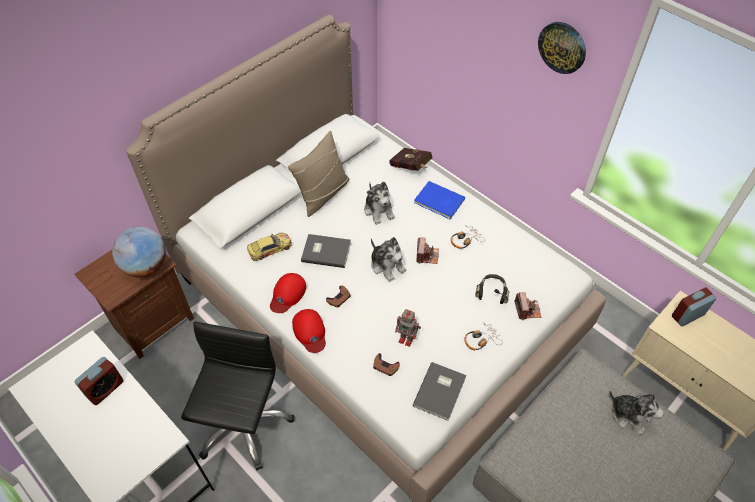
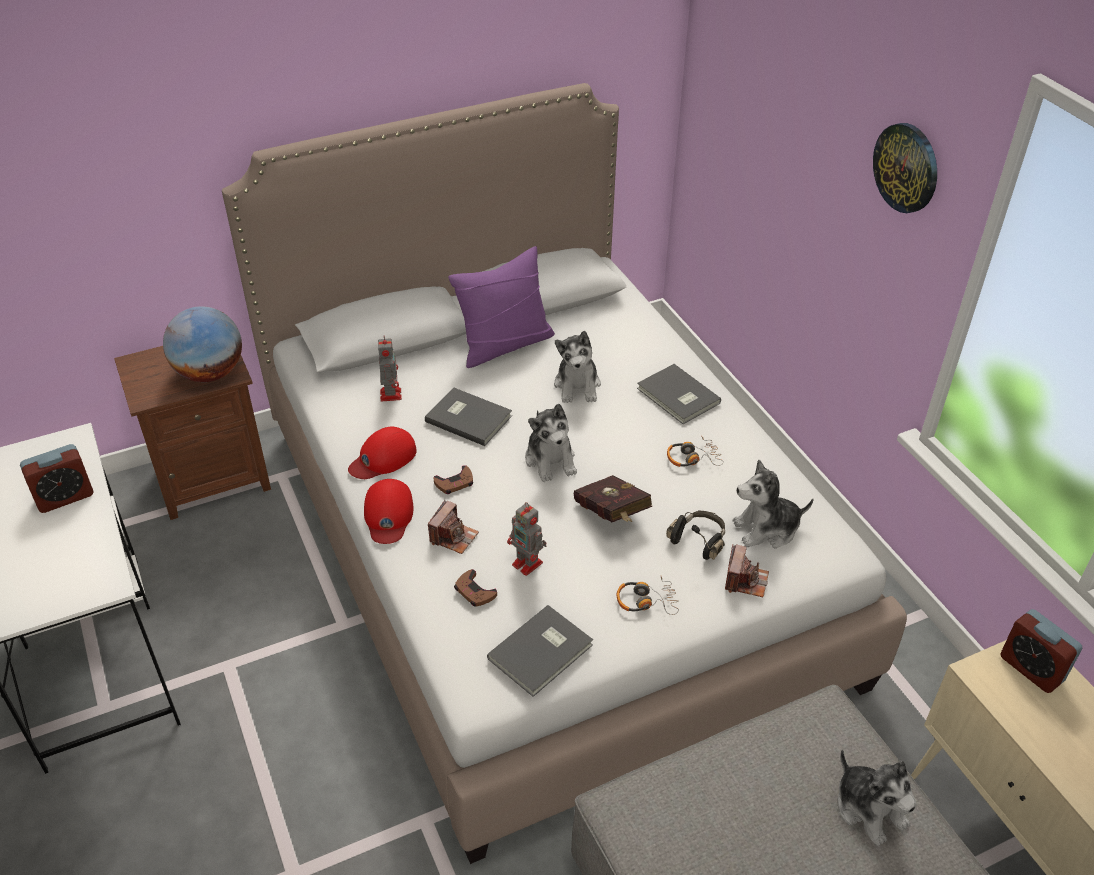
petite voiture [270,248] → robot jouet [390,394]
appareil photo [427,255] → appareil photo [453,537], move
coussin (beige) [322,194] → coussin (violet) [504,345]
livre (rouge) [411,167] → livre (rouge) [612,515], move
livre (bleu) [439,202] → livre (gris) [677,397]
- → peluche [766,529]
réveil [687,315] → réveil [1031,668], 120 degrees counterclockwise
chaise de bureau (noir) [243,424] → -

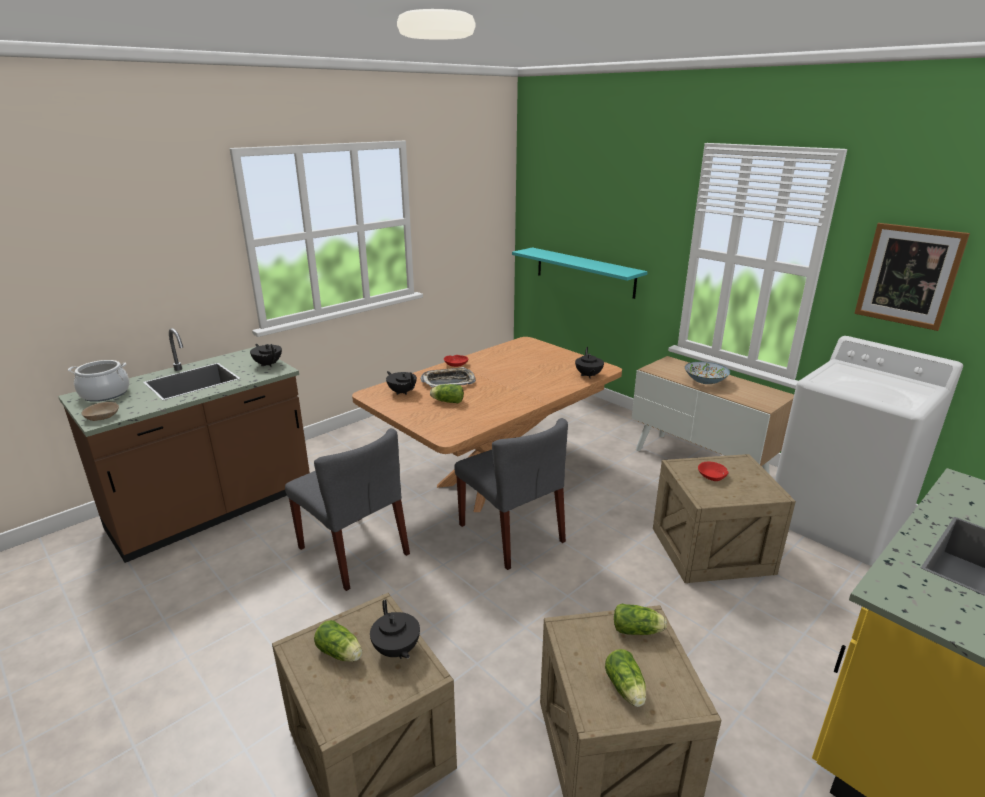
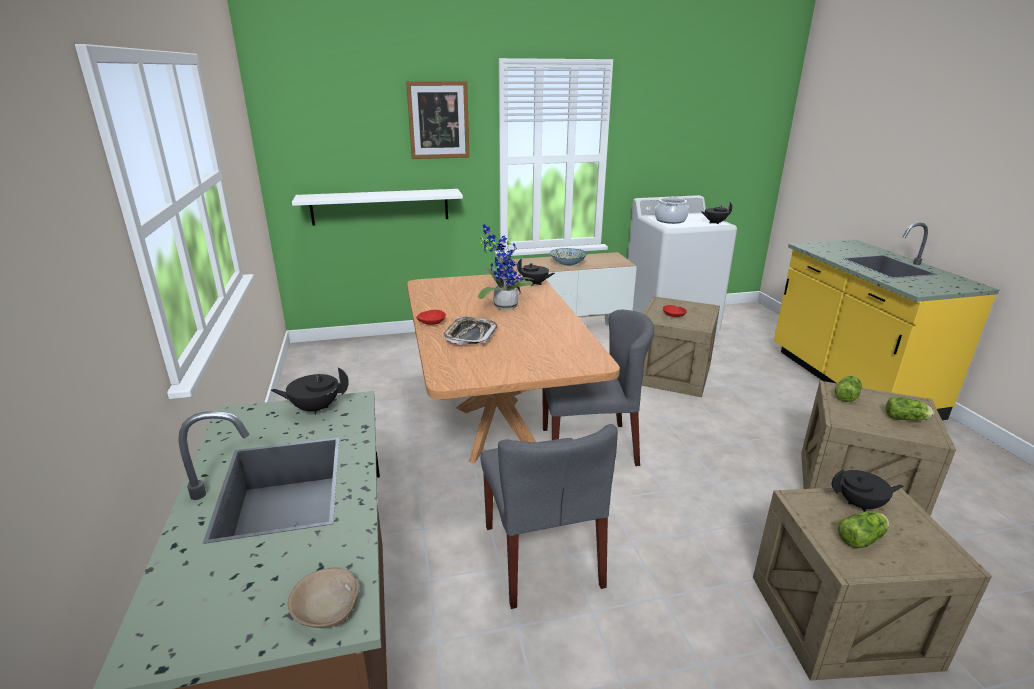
étagère (turquoise) [584,272] → étagère (blanc) [380,207]
tableau [908,276] → tableau [438,120], move
- → plante en pot [502,306]
chaise (gris) [354,551] → chaise (gris) [542,556], 90 degrees clockwise
marmite [105,394] → marmite [670,220], move
théière (noir) [402,392] → théière (noir) [714,223], move
laitue [446,401] → -

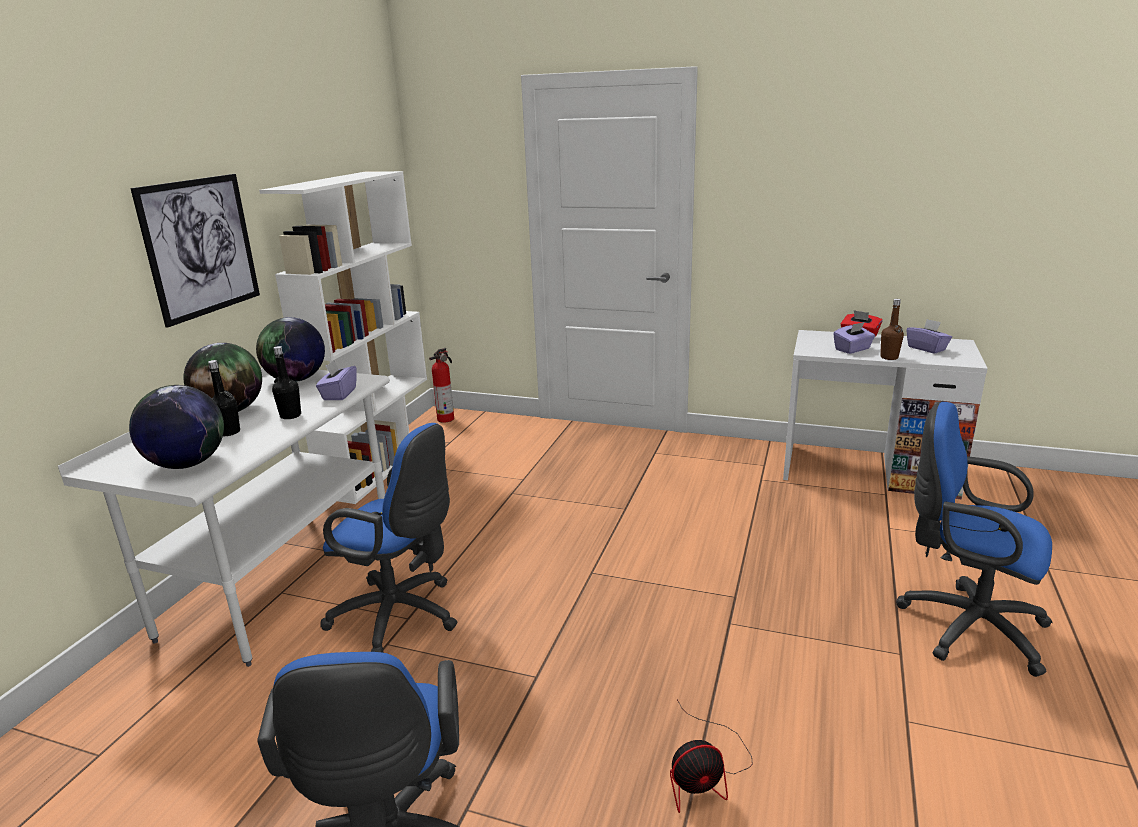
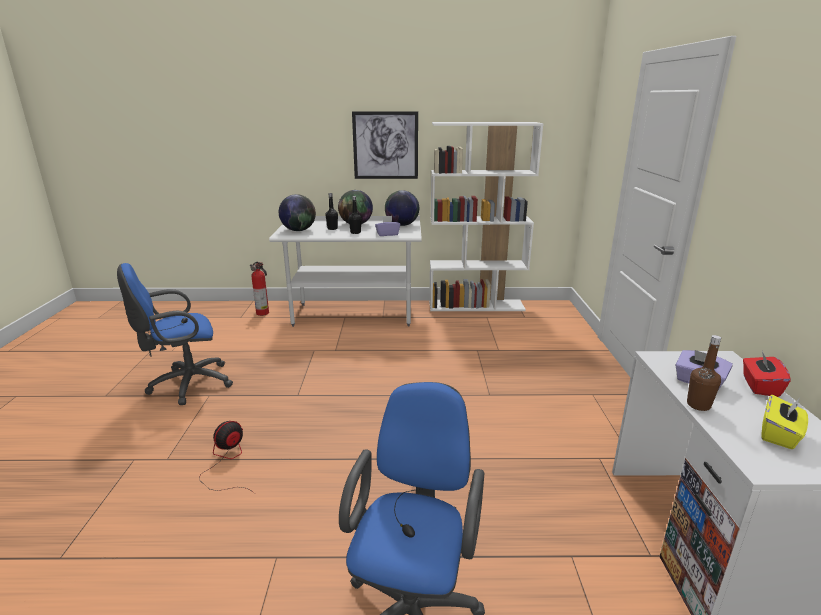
ventilateur [705,773] → ventilateur [227,462], 75 degrees clockwise
extincteur [446,418] → extincteur [263,313], move
boîte à mouchoirs (violet) [926,348] → boîte à mouchoirs (jaune) [779,435]
chaise de bureau (bleu) [401,617] → -

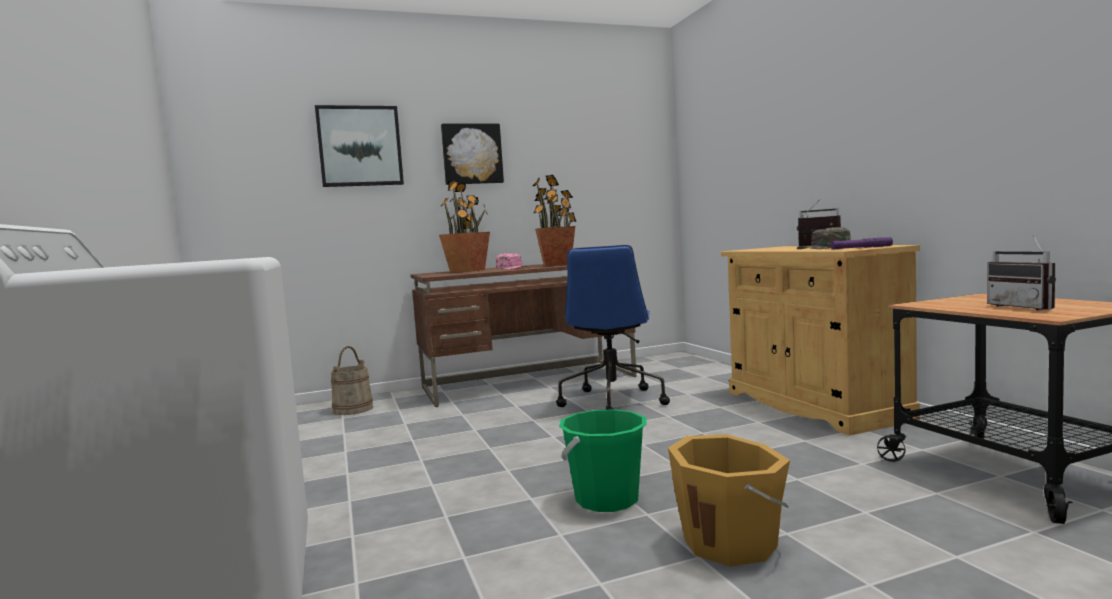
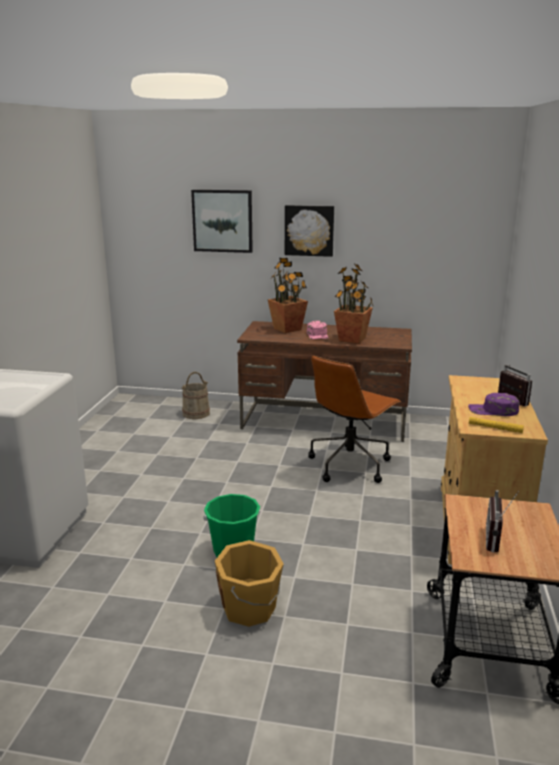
chaise de bureau (bleu) [612,401] → chaise de bureau (marron) [350,464]
casquette (vert) [824,248] → casquette (violet) [493,410]
lampe de poche (violet) [861,248] → lampe de poche (jaune) [495,428]

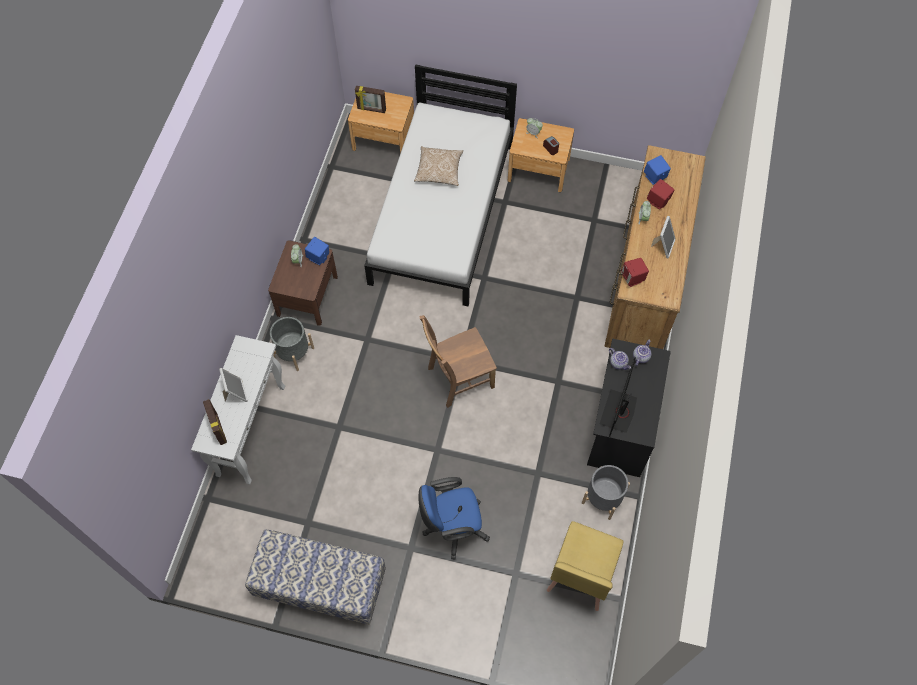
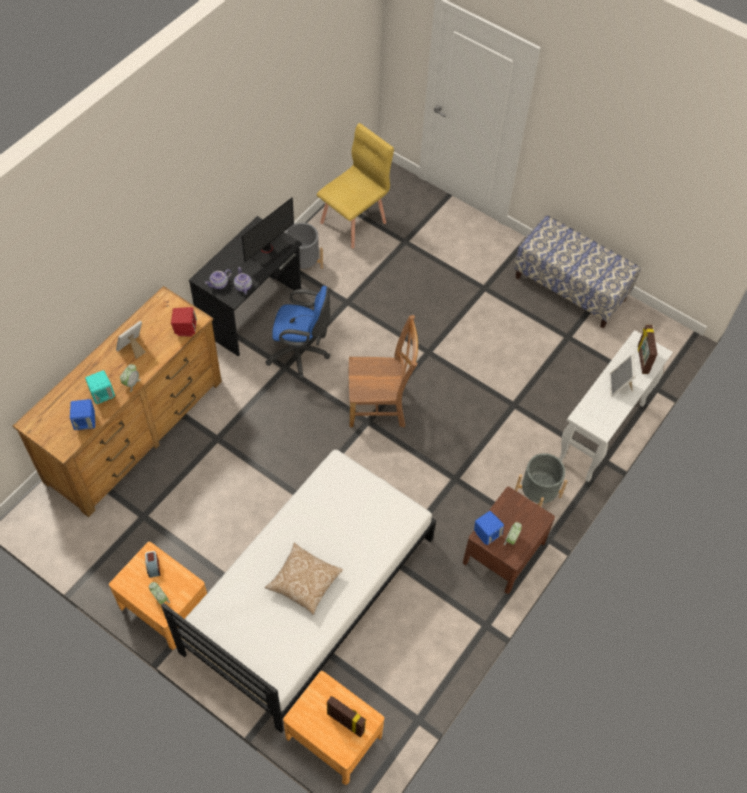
enceinte (rouge) [658,201] → enceinte (turquoise) [102,394]
chaise de bureau (bleu) [452,527] → chaise de bureau (bleu) [301,353], move

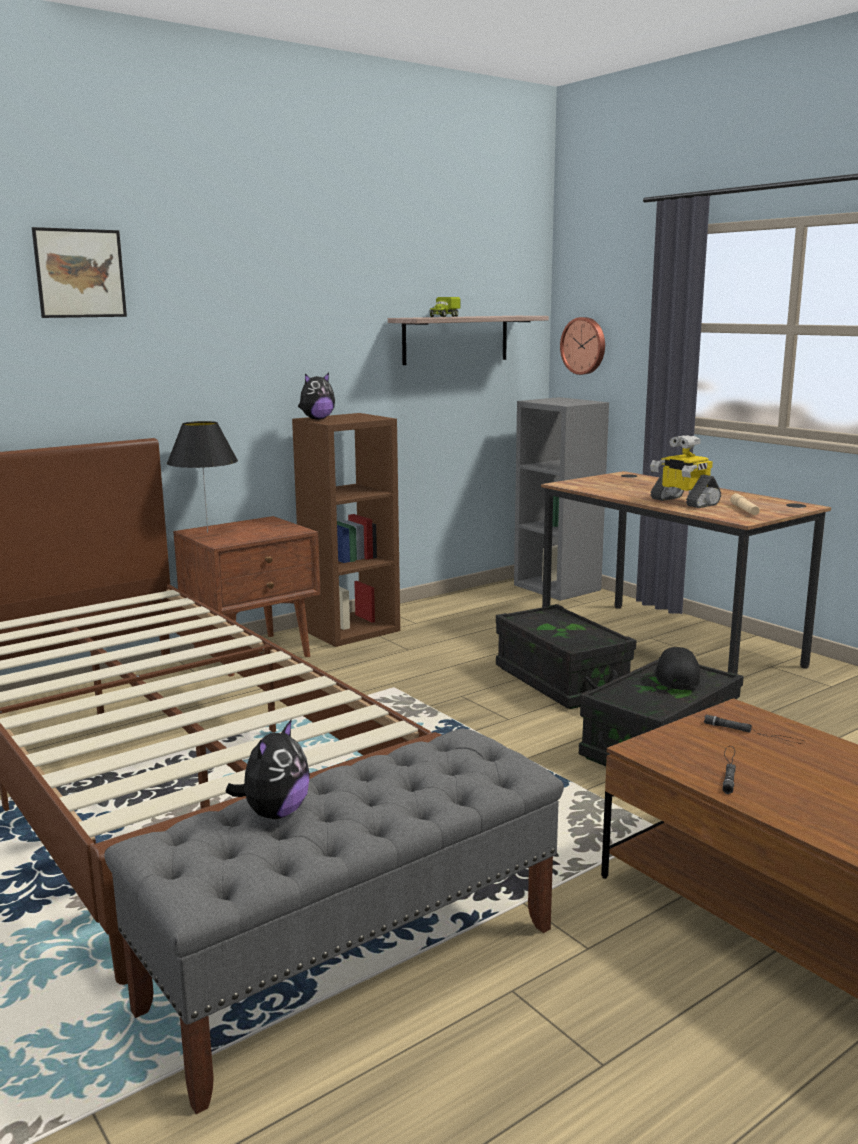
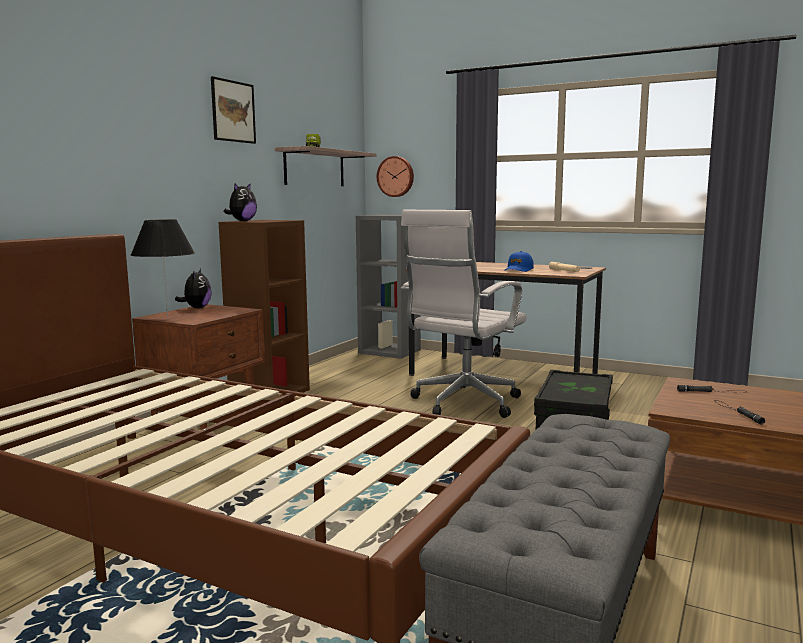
peluche [274,813] → peluche [196,308], move
tableau [80,273] → tableau [233,111], move
boîte de rangement (noir) [561,681] → chaise de bureau (blanc) [462,404]
robot jouet [683,502] → casquette (bleu) [519,270]
casquette (noir) [676,677] → -

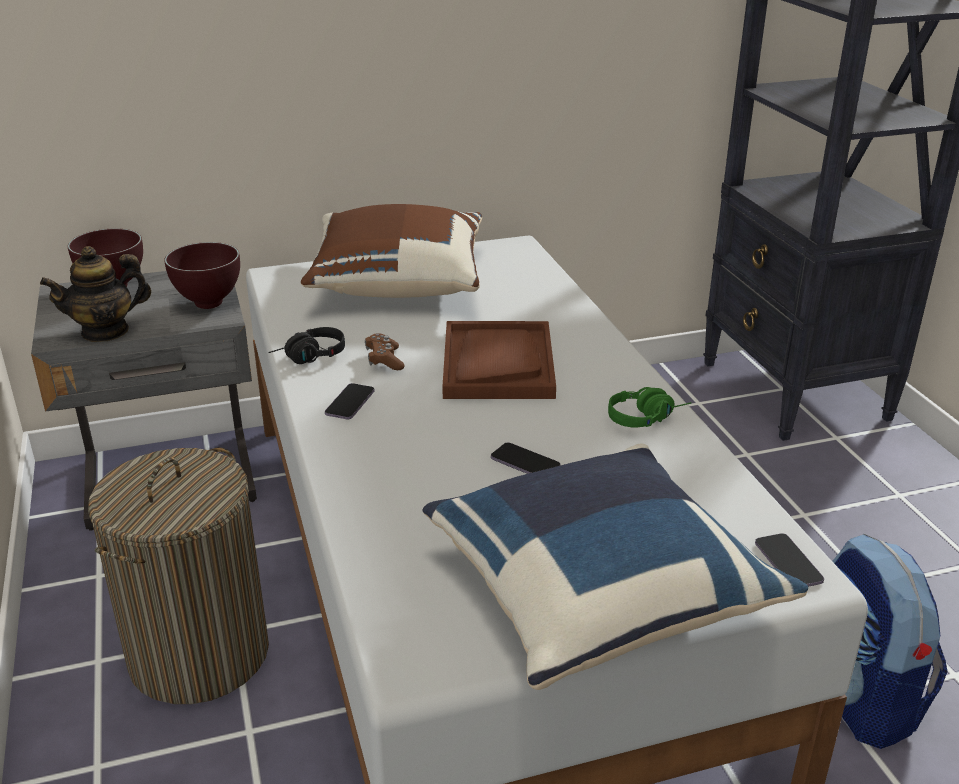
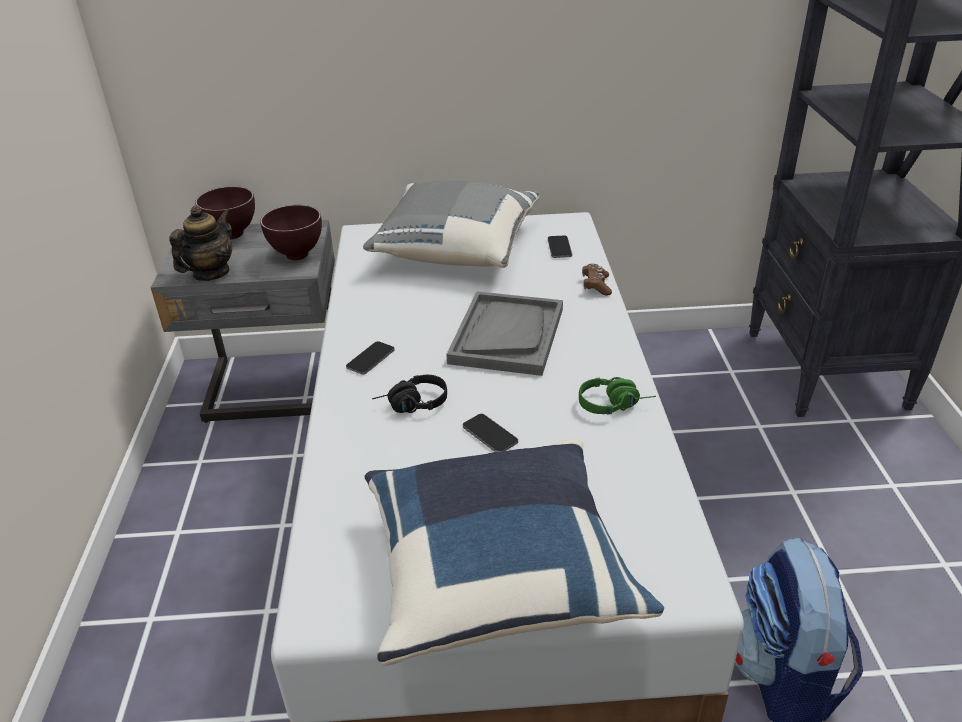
théière [105,331] → théière [211,273], 135 degrees clockwise
coussin (marron) [397,283] → coussin (gris) [455,249]
casque audio (noir) [309,357] → casque audio (noir) [411,405], move
plateau (marron) [497,363] → plateau (gris) [507,335]
téléphone [788,563] → téléphone [559,248], move
manette (marron) [384,360] → manette (marron) [596,286], move
panier à linge [199,653] → -

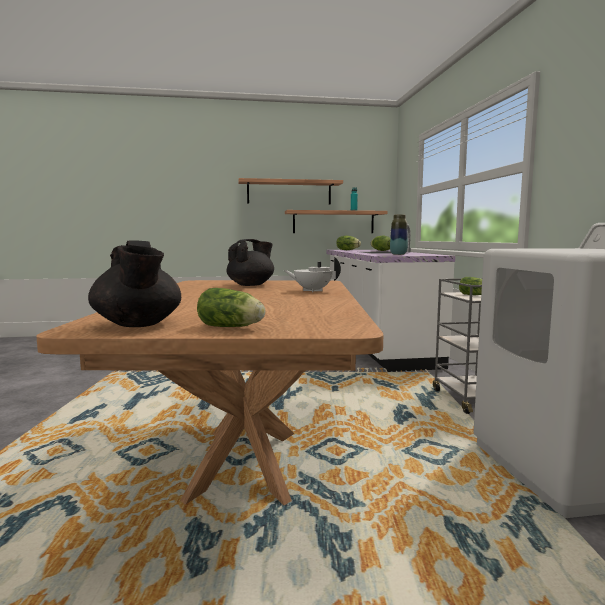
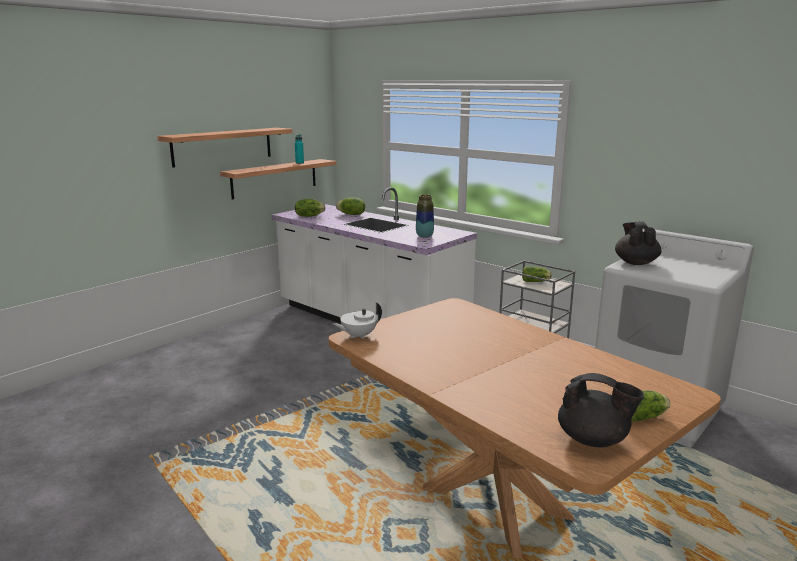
théière (blanc) [312,291] → théière (blanc) [358,336], move
théière (noir) [251,285] → théière (noir) [635,262], move

